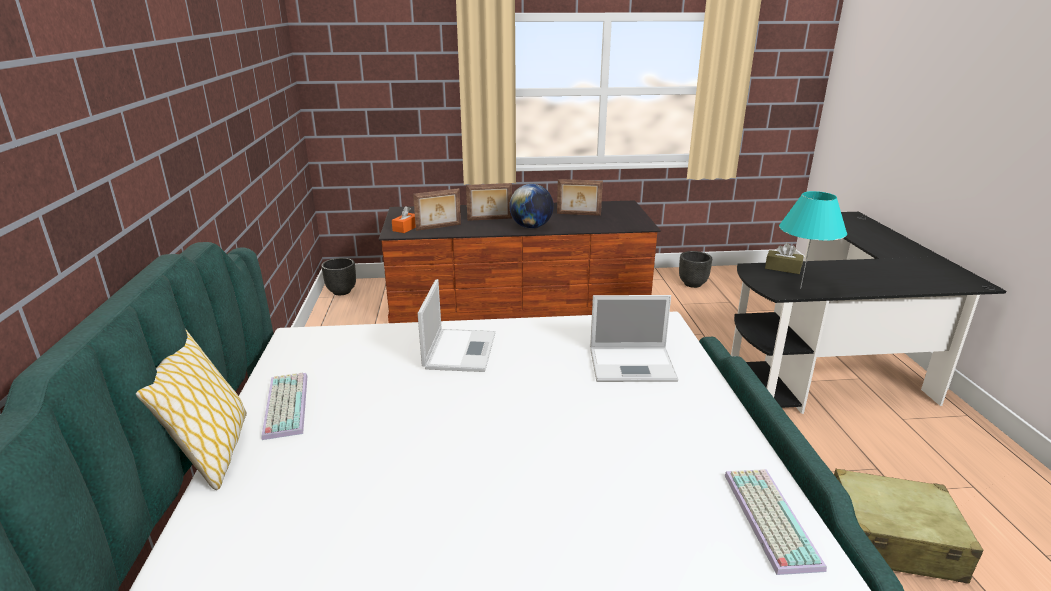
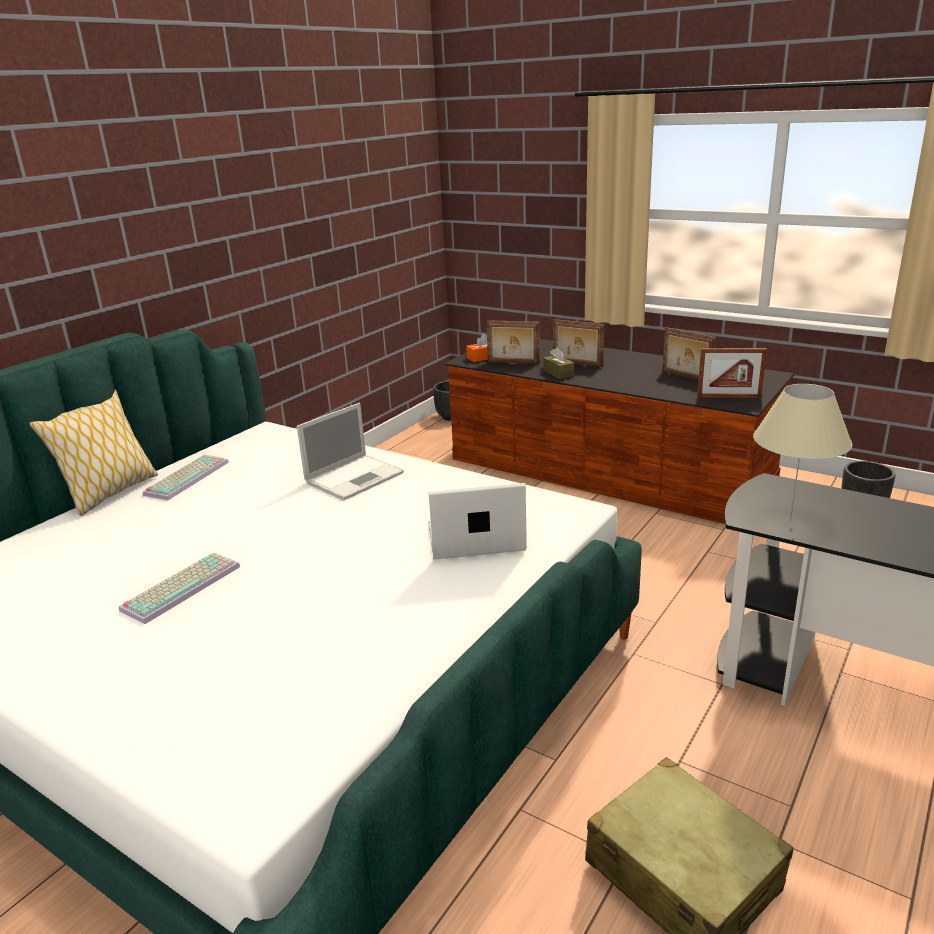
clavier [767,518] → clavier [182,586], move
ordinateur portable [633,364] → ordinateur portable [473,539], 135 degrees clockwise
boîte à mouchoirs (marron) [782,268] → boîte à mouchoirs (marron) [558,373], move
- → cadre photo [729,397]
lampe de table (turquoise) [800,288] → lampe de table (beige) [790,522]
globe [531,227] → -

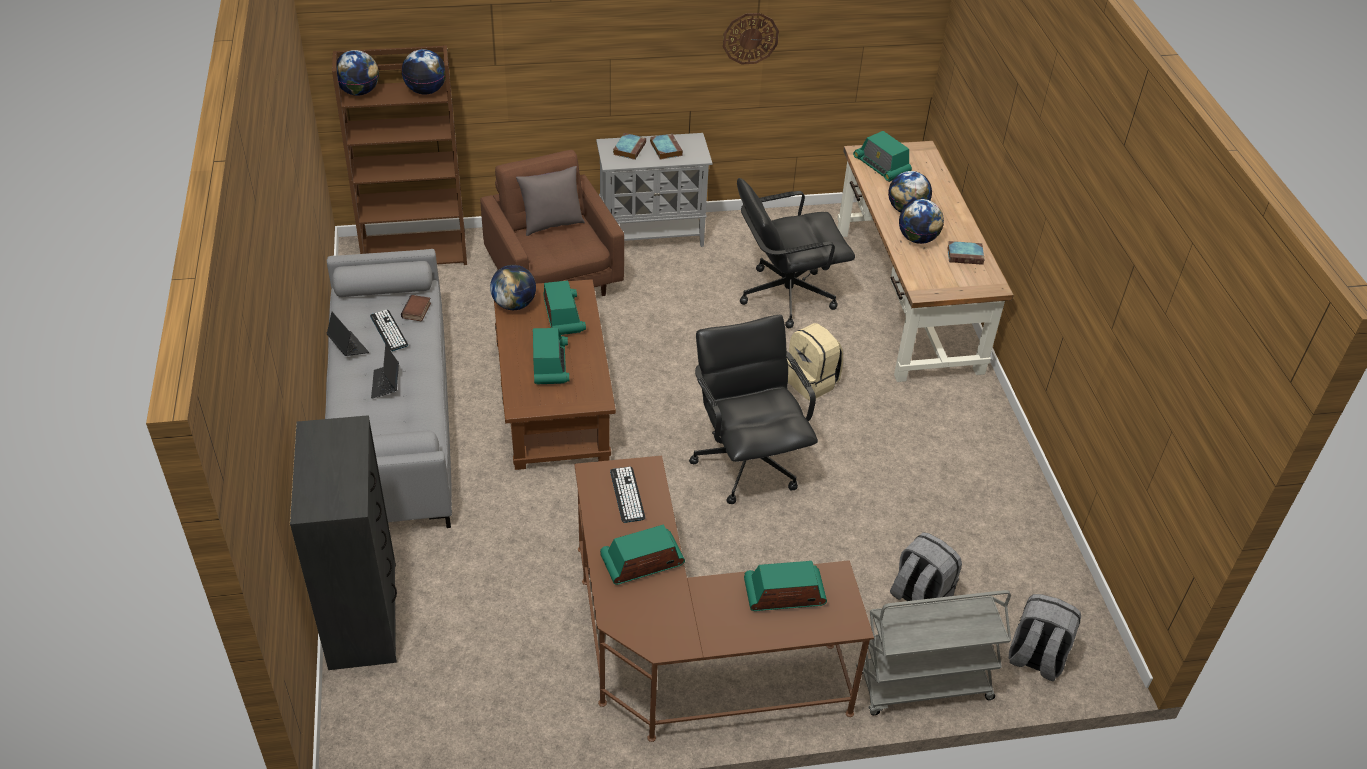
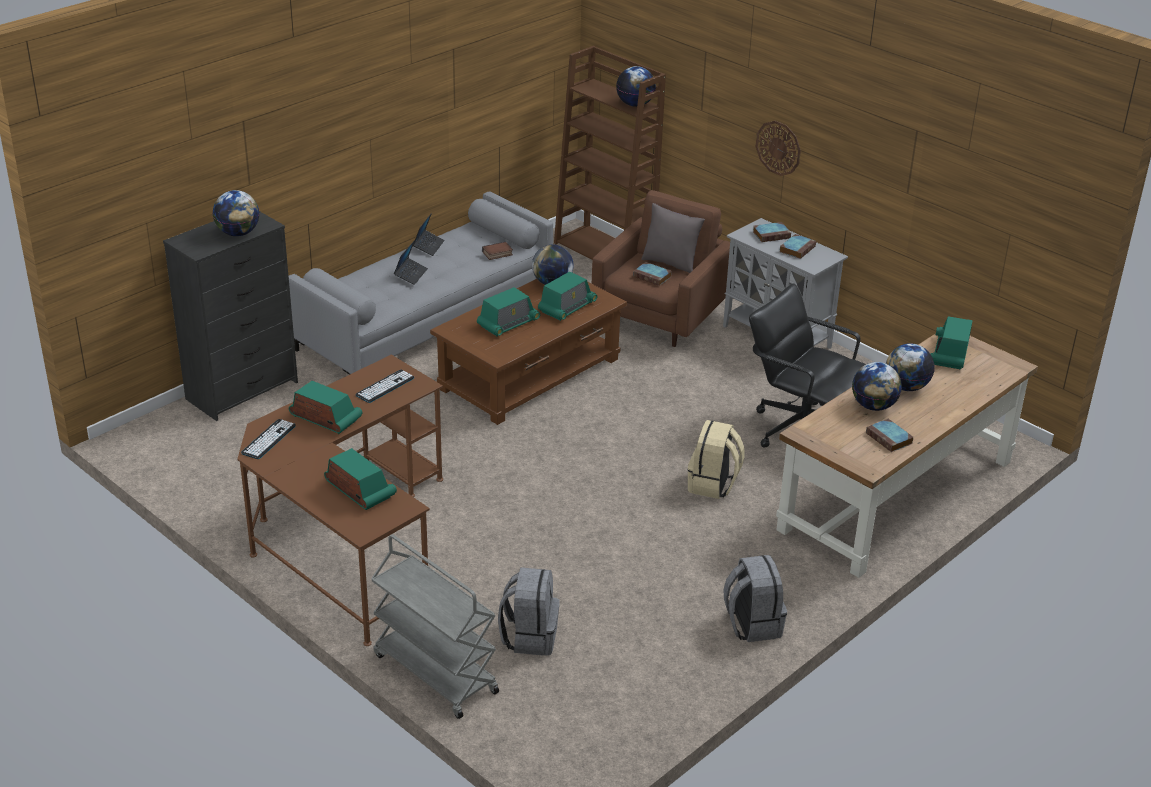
globe [359,92] → globe [238,233], move
clavier [389,331] → clavier [268,439], move
ordinateur portable [385,384] → ordinateur portable [410,274], 150 degrees clockwise
- → livre [653,277]
sac à dos (gris) [1035,658] → sac à dos (gris) [752,624], move
horloge murale [750,38] → horloge murale [778,148], move
chaise de bureau (noir) [747,462] → -

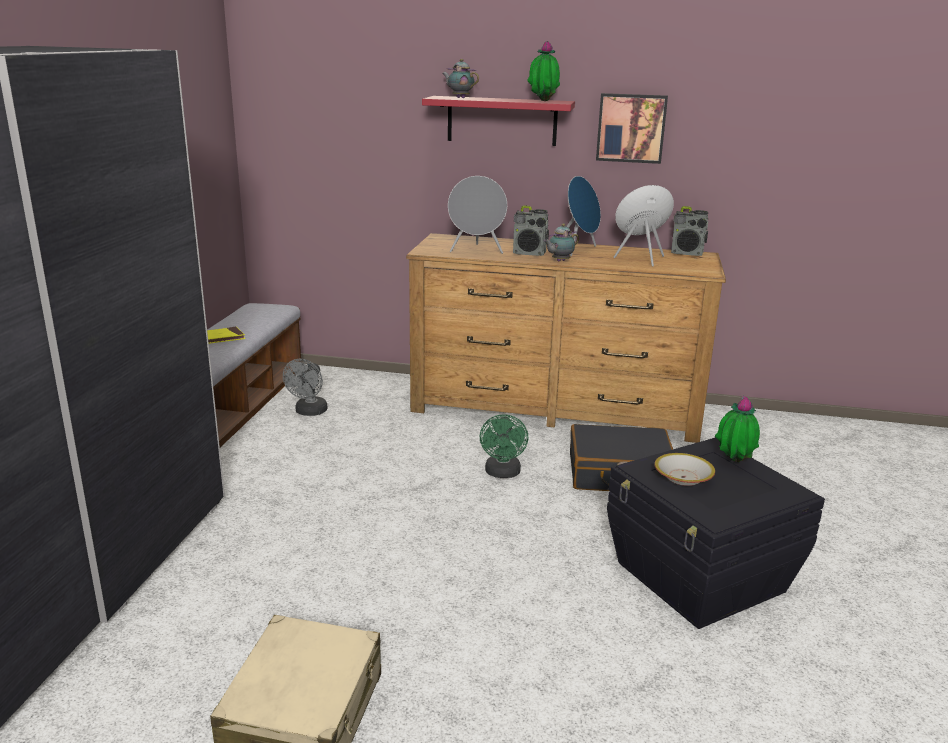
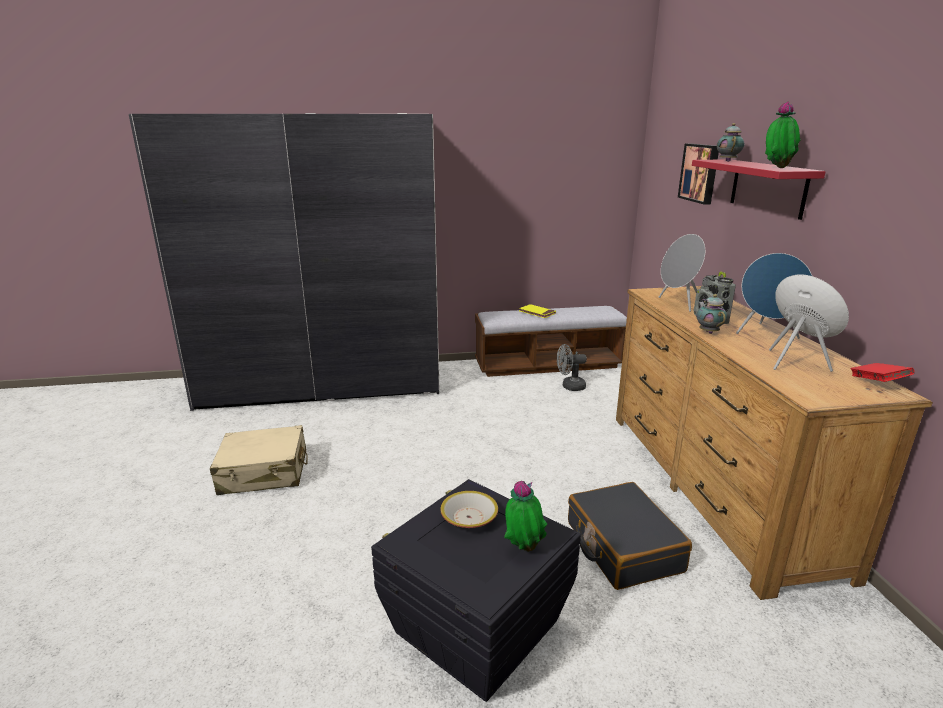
tableau [631,128] → tableau [700,173], move
théière [559,261] → théière [708,332], 45 degrees clockwise
radio [687,253] → livre (rouge) [877,383]
ventilateur (vert) [502,473] → -

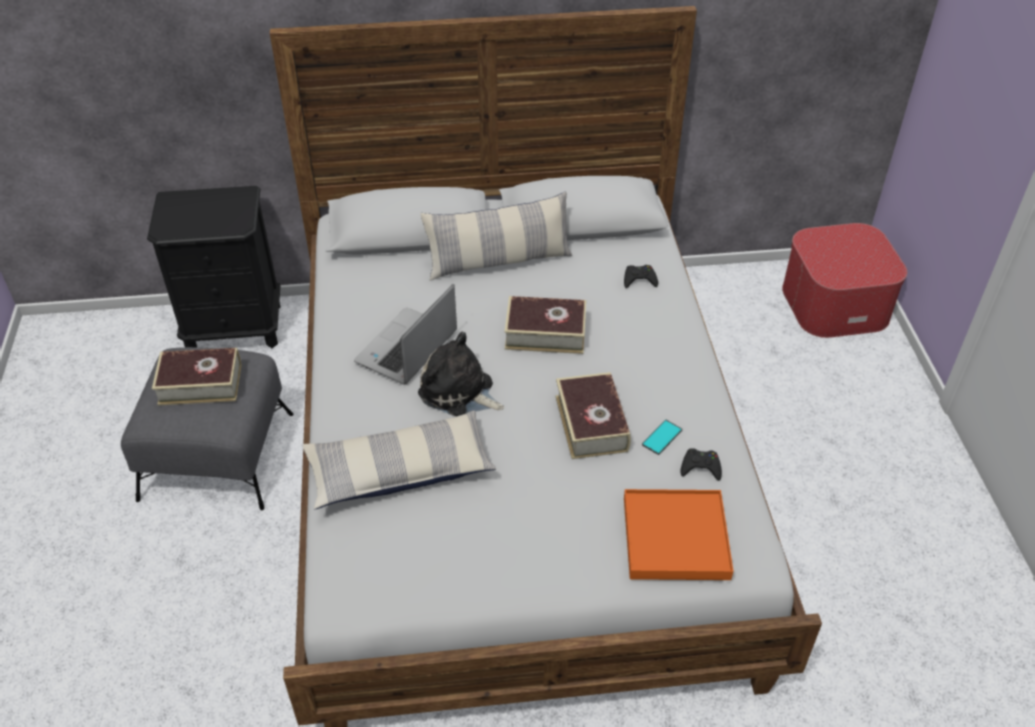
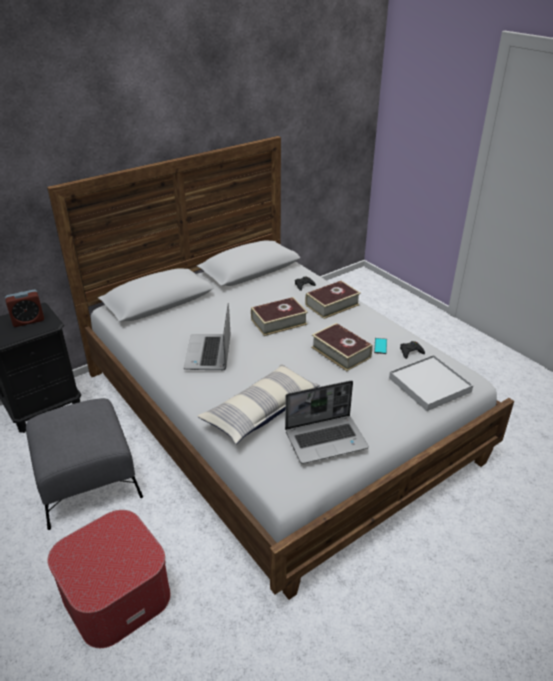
- → réveil [28,320]
pouf [835,303] → pouf [116,593], move
- → ordinateur portable [326,439]
livre [200,384] → livre [332,305], move
plateau (orange) [676,538] → plateau (blanc) [430,385]
peluche [459,392] → -
coussin [499,261] → -

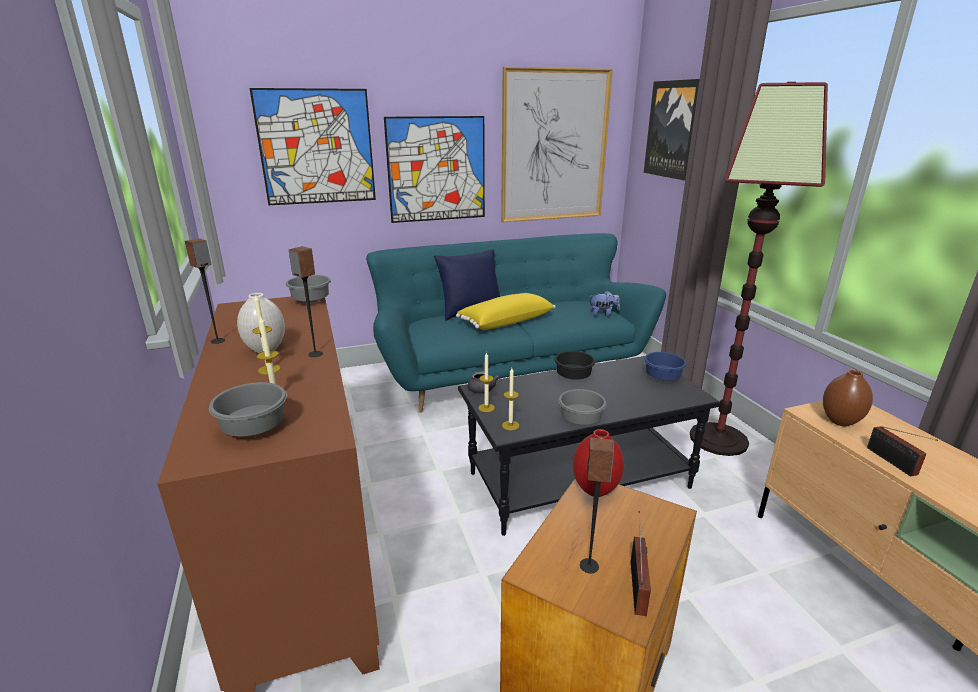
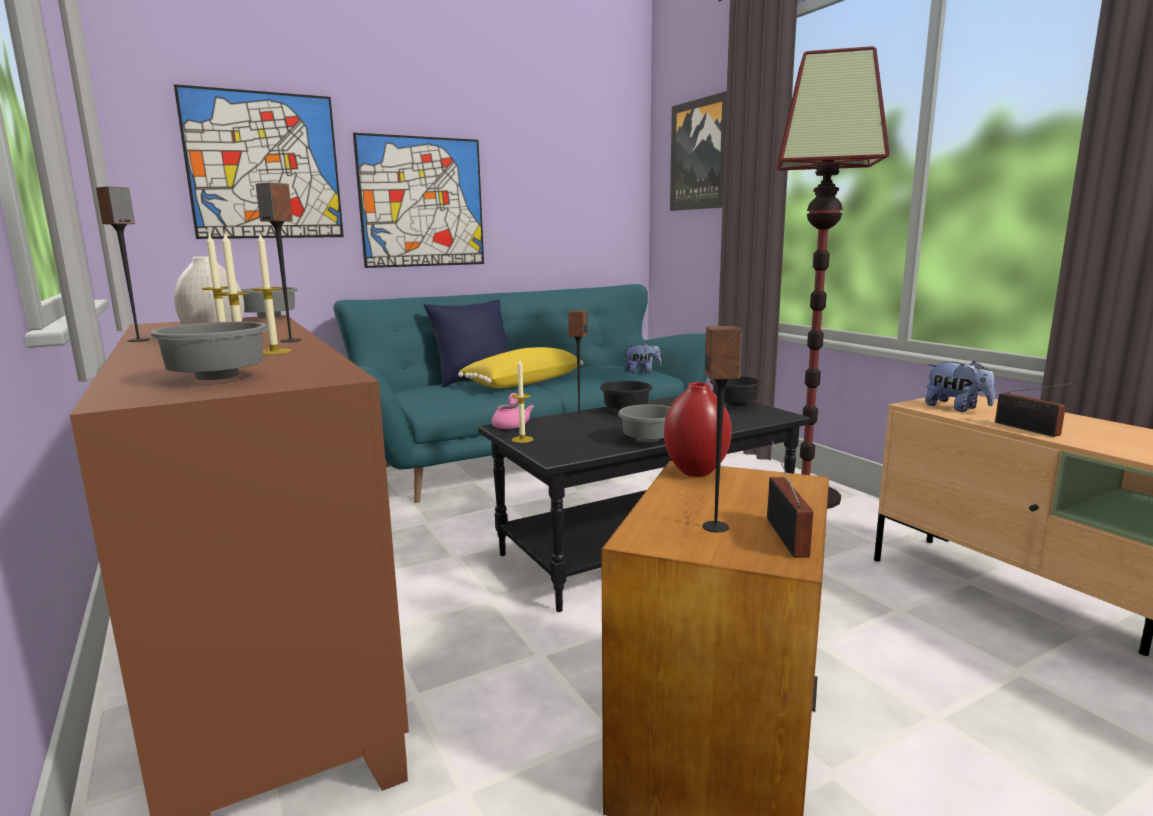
bougie [510,425] → bougie [274,352], move
théière (gris) [482,387] → théière (rose) [511,424]
- → enceinte [579,416]
bol (bleu) [662,378] → bol (noir) [735,405]
vase (marron) [841,422] → peluche [956,408]
tableau [554,147] → -

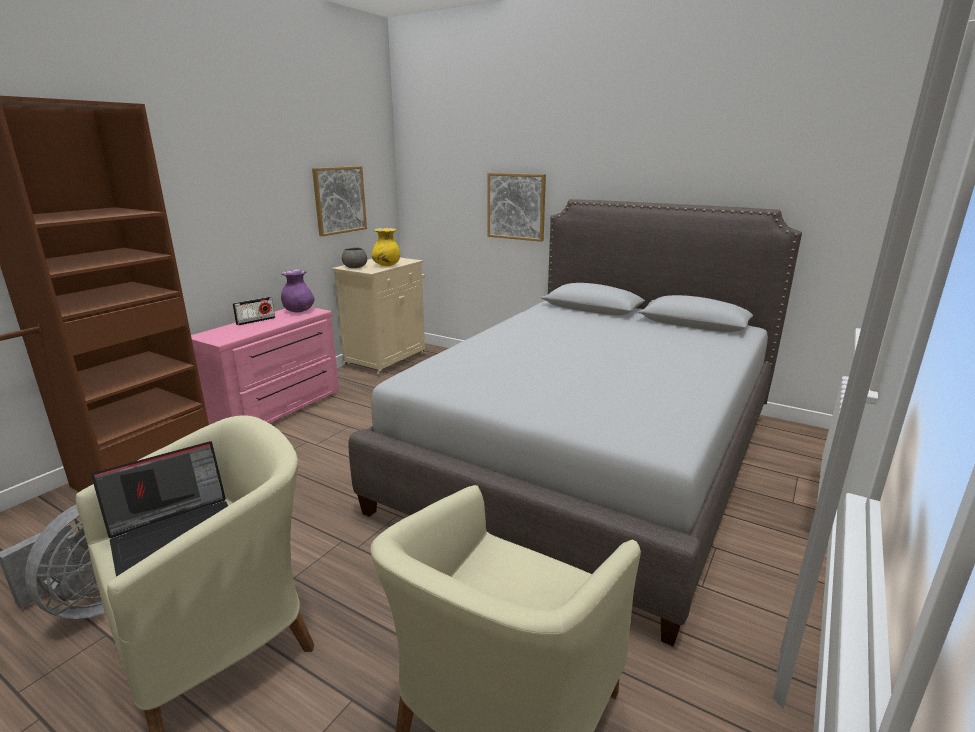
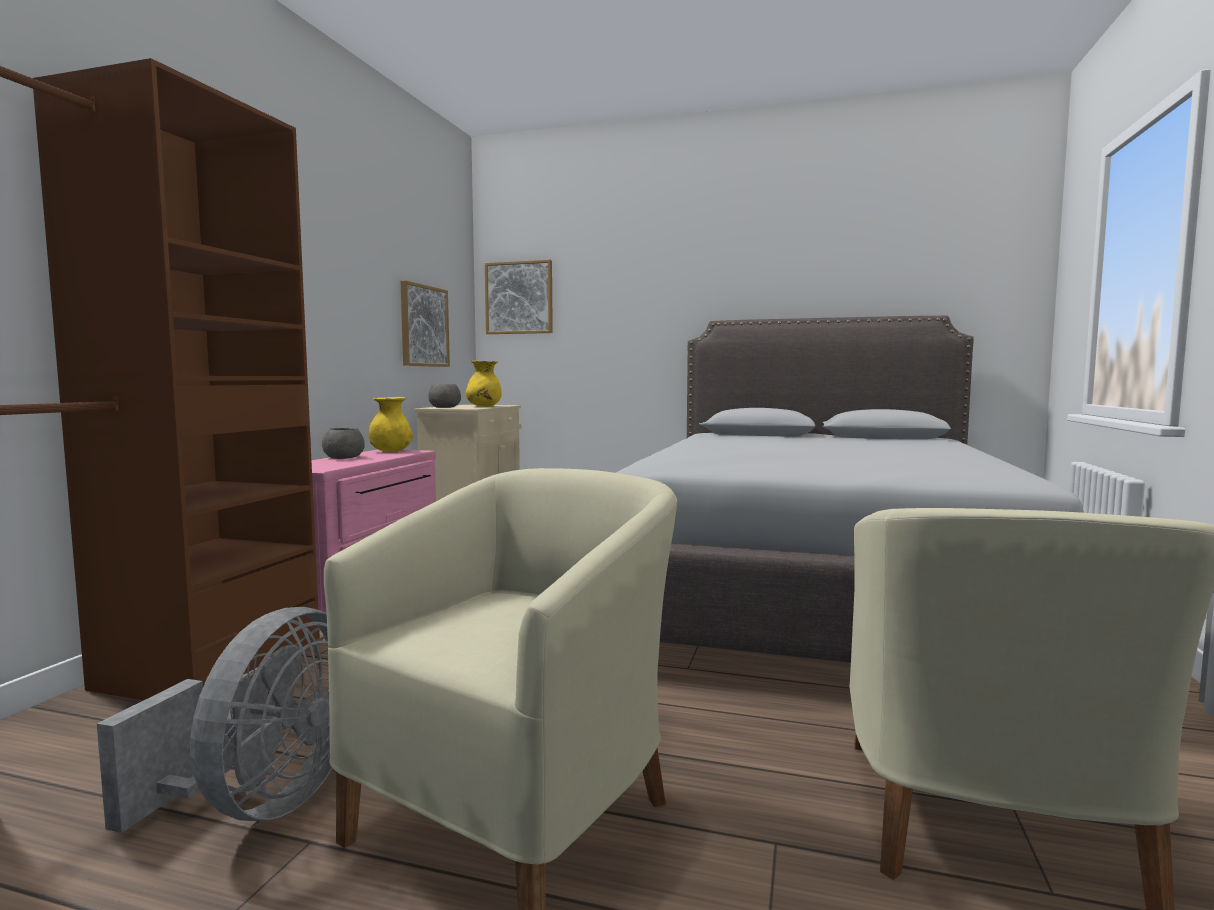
radio [255,321] → bol (gris) [343,458]
vase (violet) [299,311] → vase (jaune) [391,451]
tableau [516,206] → tableau [519,298], move
ordinateur portable [177,532] → -

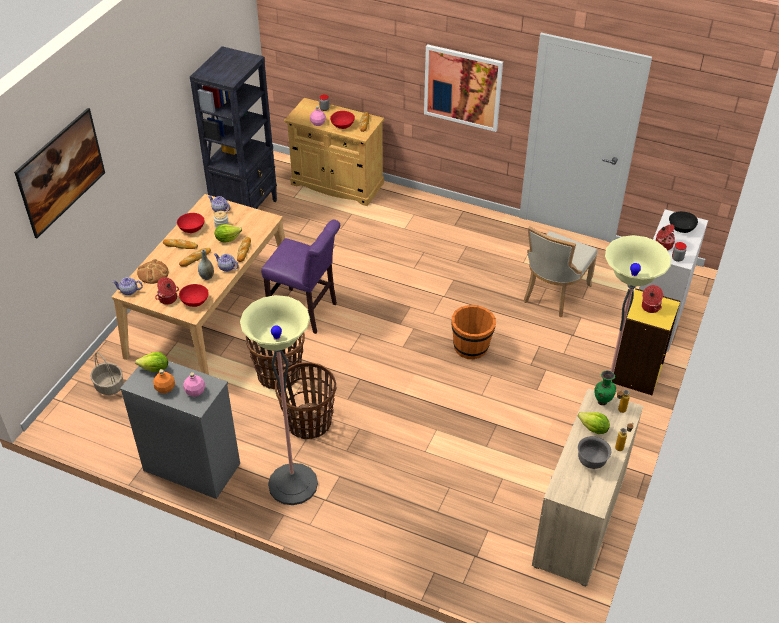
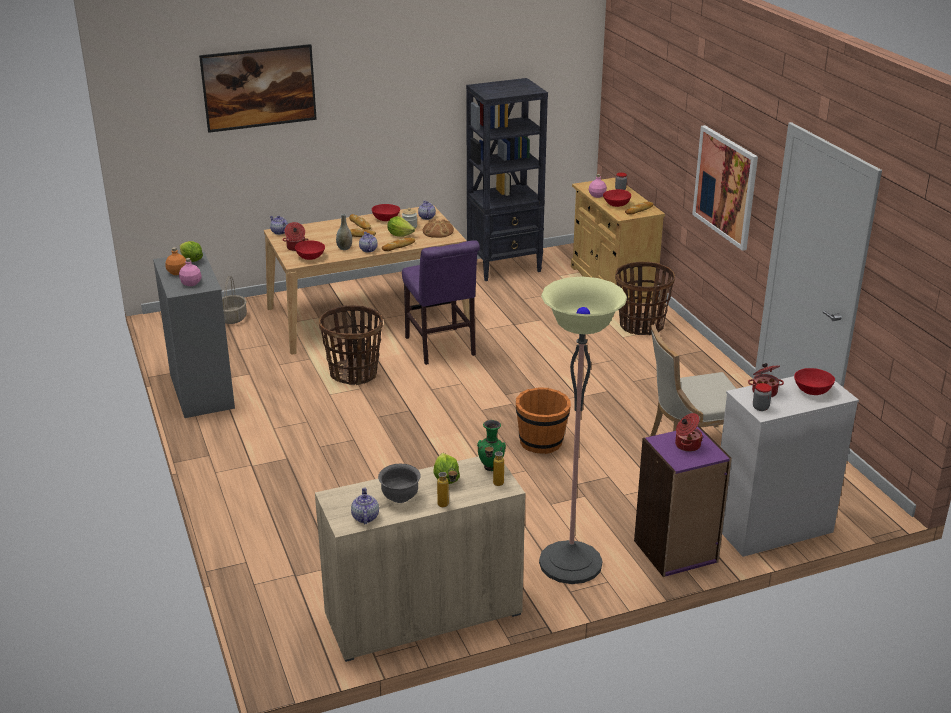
- → théière [365,517]
pain [153,273] → pain [438,231], move
panier [309,423] → panier [641,326], move
bibliothèque (jaune) [636,373] → bibliothèque (violet) [676,552]
bol (noir) [681,228] → bol (rouge) [812,390]
lampadaire [293,484] → -

